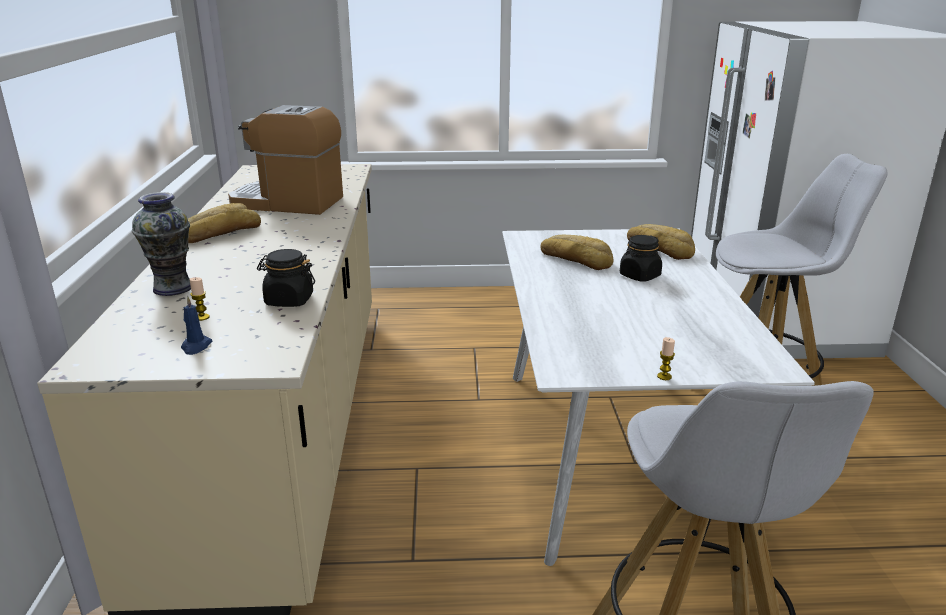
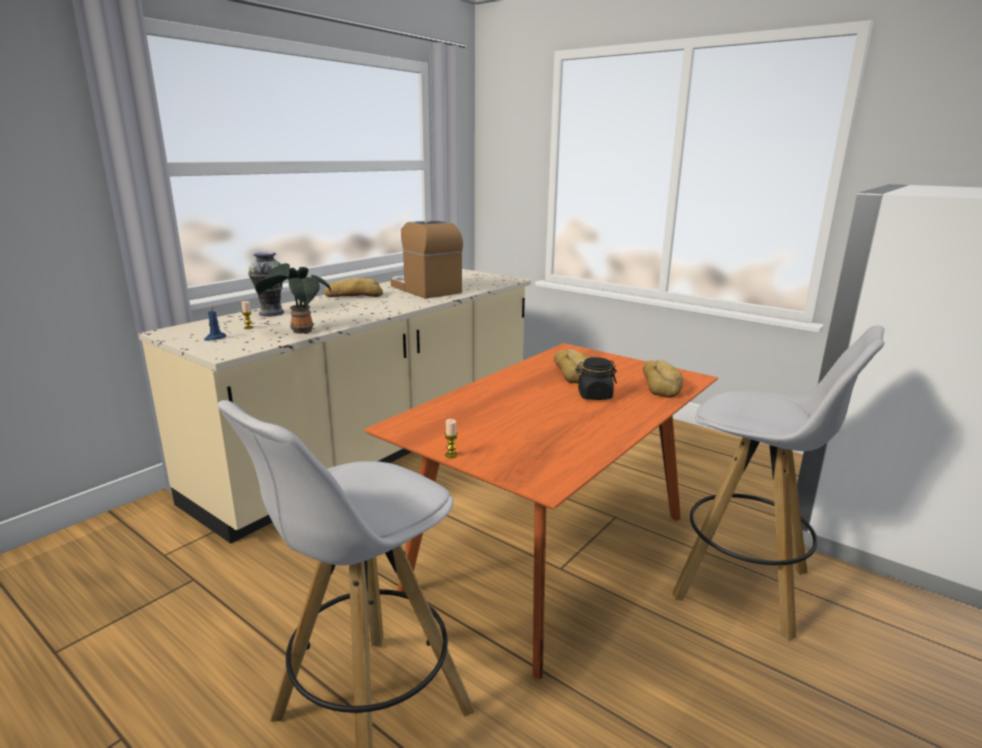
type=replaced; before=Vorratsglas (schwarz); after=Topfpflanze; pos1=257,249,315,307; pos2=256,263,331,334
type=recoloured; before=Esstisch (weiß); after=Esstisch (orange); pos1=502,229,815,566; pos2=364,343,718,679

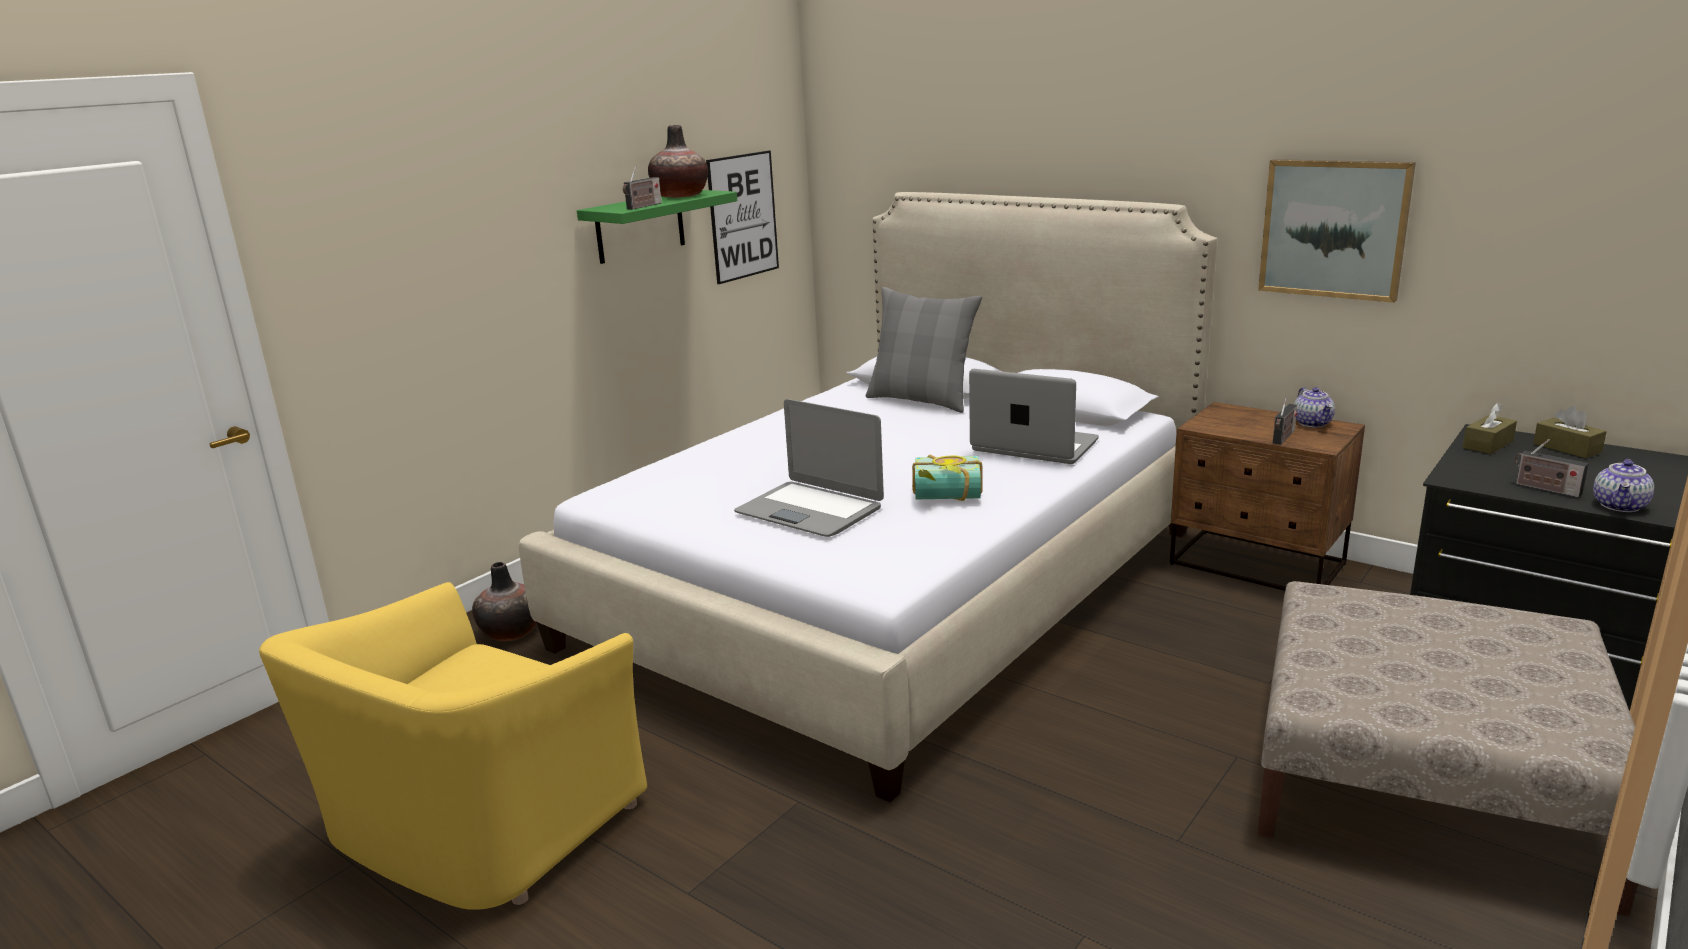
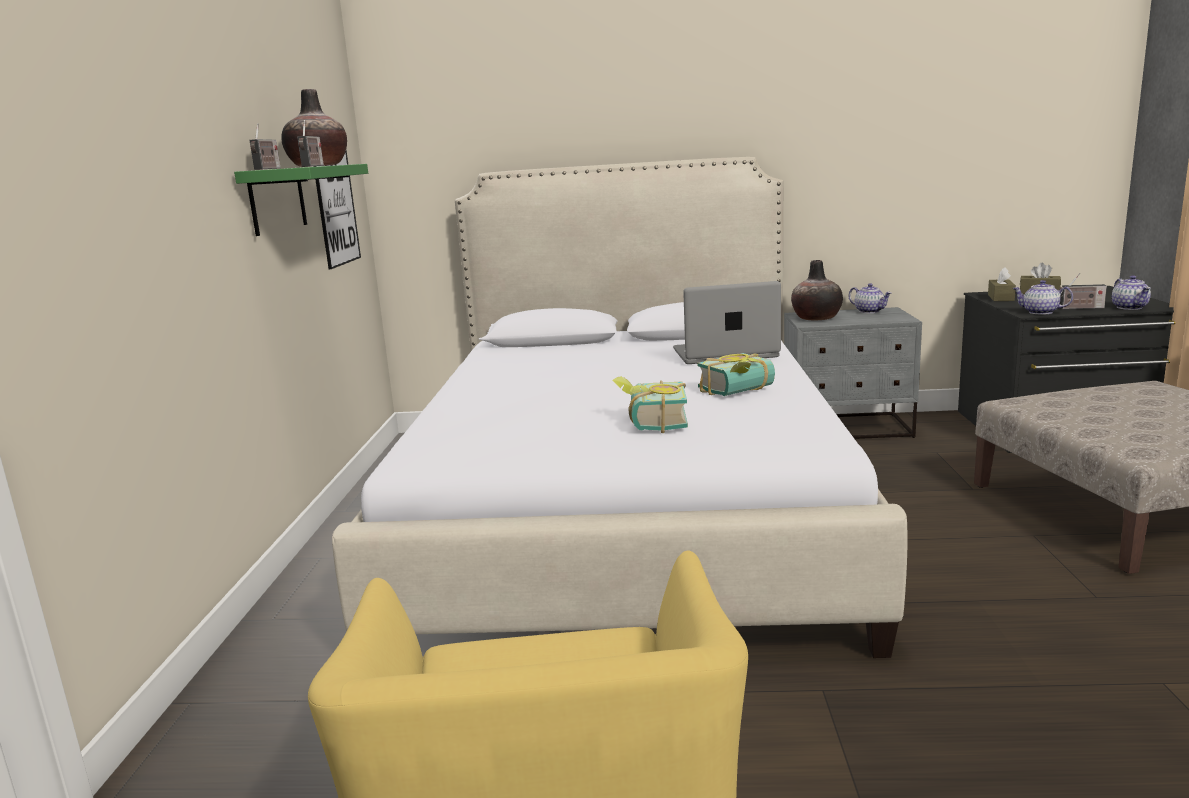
type=moved; before=Vase; pos1=472,562,536,641; pos2=791,260,843,320
type=replaced; before=Laptop; after=Buch; pos1=734,399,884,537; pos2=612,376,688,433
type=removed; before=Kissen (grau); pos1=865,287,982,413
type=recoloured; before=Nachttisch (braun); after=Nachttisch (grau); pos1=1170,402,1365,591; pos2=784,307,922,439
type=removed; before=Bild; pos1=1258,159,1416,303
type=moved; before=Radio; pos1=1273,398,1297,445; pos2=249,123,281,170
type=added; after=Teekanne; pos2=1012,280,1073,315

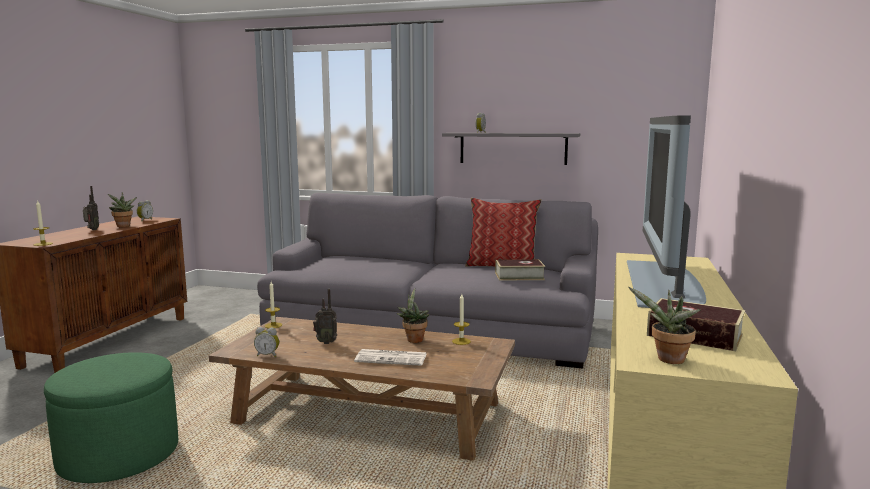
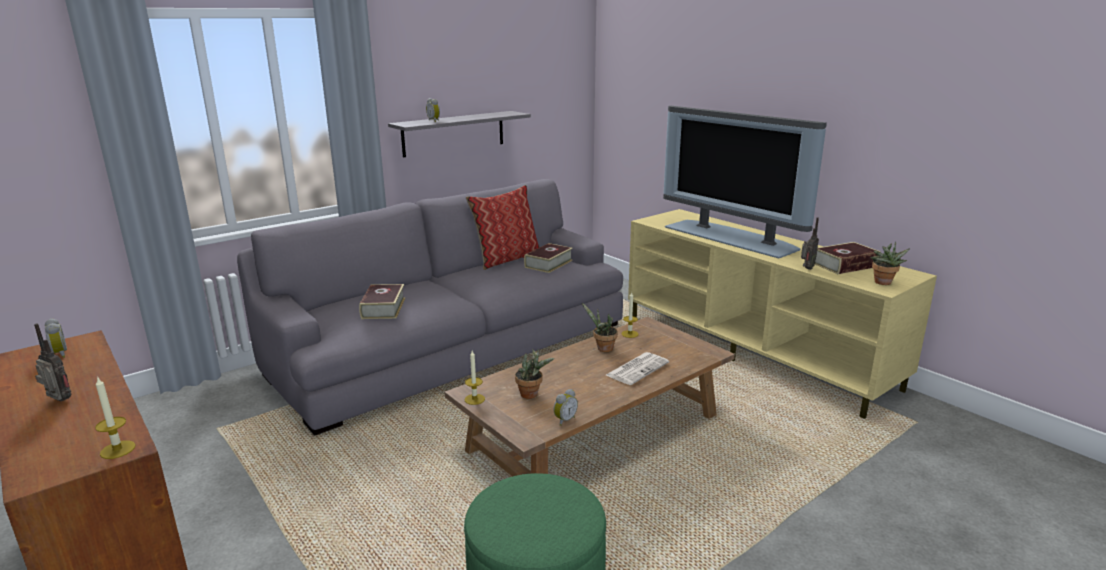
type=moved; before=Topfpflanze; pos1=108,192,137,227; pos2=515,349,554,399
type=moved; before=Radio; pos1=313,289,337,344; pos2=801,217,819,270
type=added; after=Buch; pos2=359,284,405,319

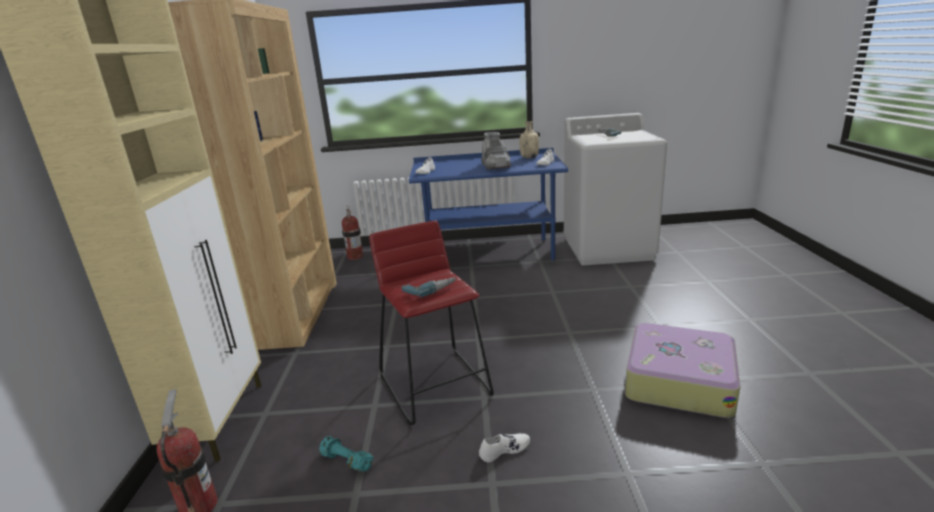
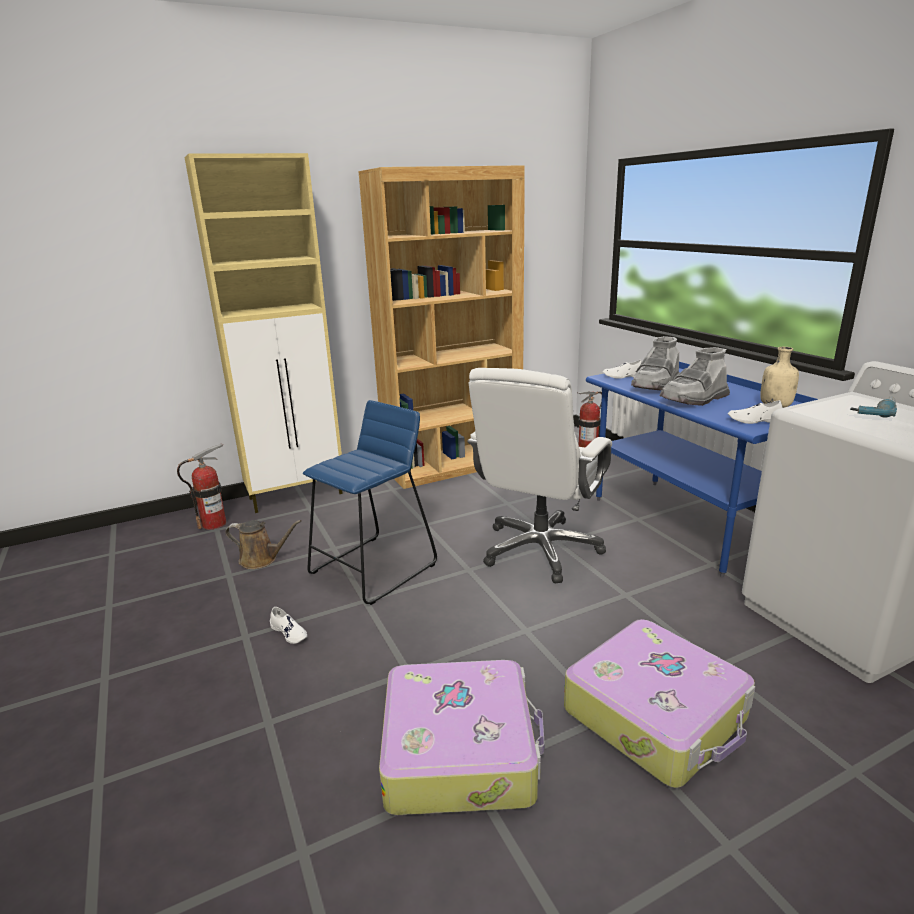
type=replaced; before=Hantel (türkis); after=Gießkanne (braun); pos1=319,436,373,471; pos2=225,520,301,569
type=recoloured; before=Hocker (rot); after=Hocker (blau); pos1=369,221,494,425; pos2=303,400,437,605
type=removed; before=Bohrmaschine; pos1=402,277,456,297
type=added; after=Bürostuhl (weiß); pos2=467,368,612,583
type=added; after=Koffer; pos2=564,619,755,788
type=added; after=Stiefel (grau); pos2=631,336,680,390

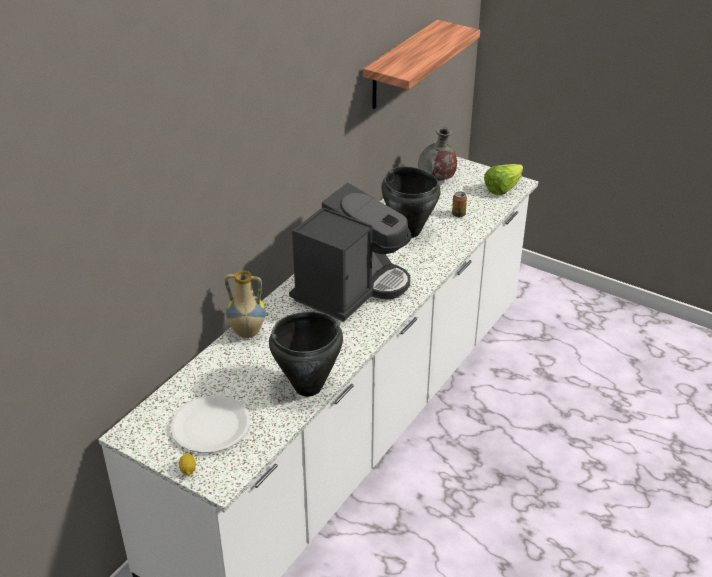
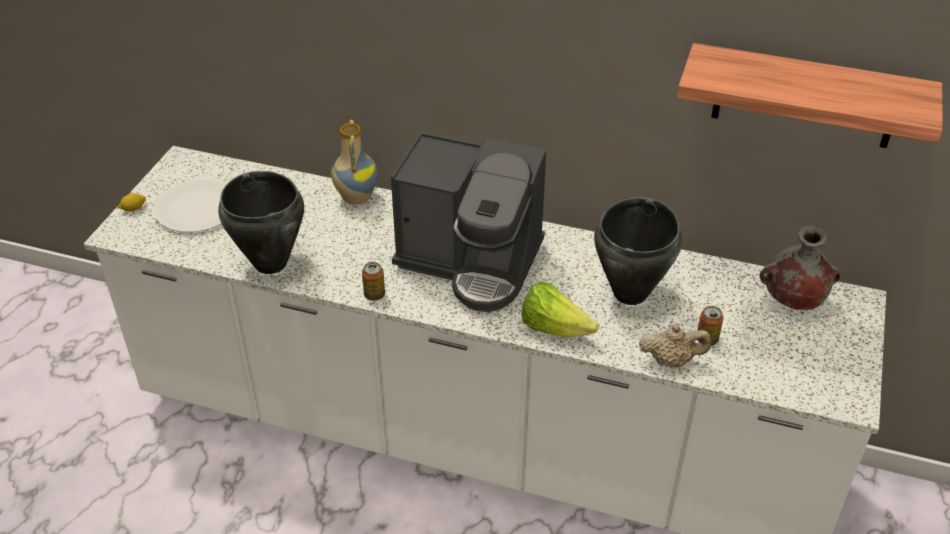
type=moved; before=Salatkopf; pos1=484,164,523,195; pos2=522,281,599,337
type=added; after=Dose; pos2=362,262,385,301
type=added; after=Teekanne (beige); pos2=639,324,712,368

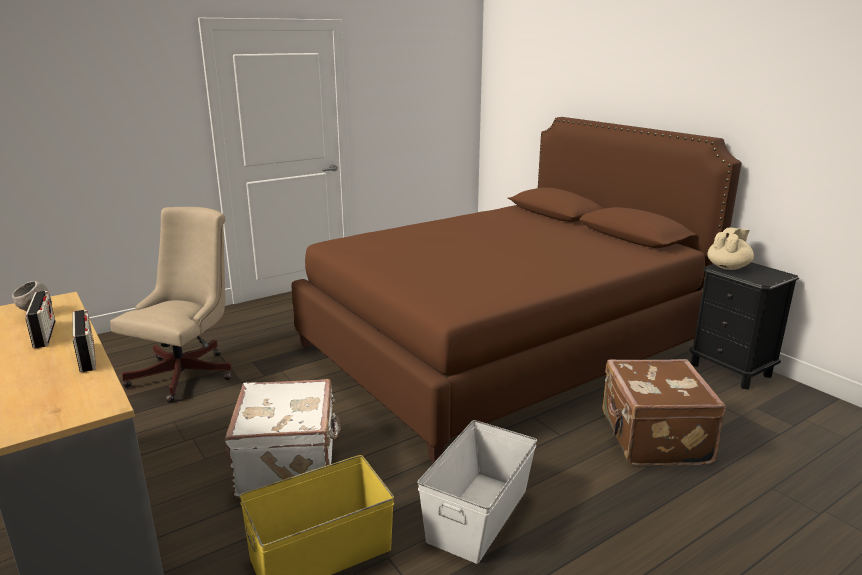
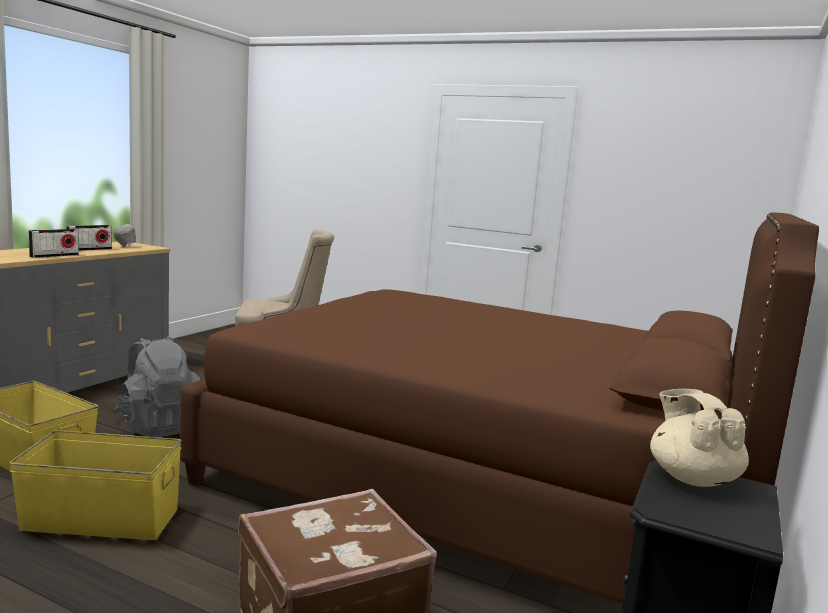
type=replaced; before=Koffer (weiß); after=Rucksack (grau); pos1=224,379,341,498; pos2=112,336,200,437
type=recoloured; before=Aufbewahrungsbox (weiß); after=Aufbewahrungsbox (gelb); pos1=417,420,537,564; pos2=10,430,182,540
type=turned; before=Teekanne (beige); pos1=707,228,754,270; pos2=650,389,749,487; turn=-120

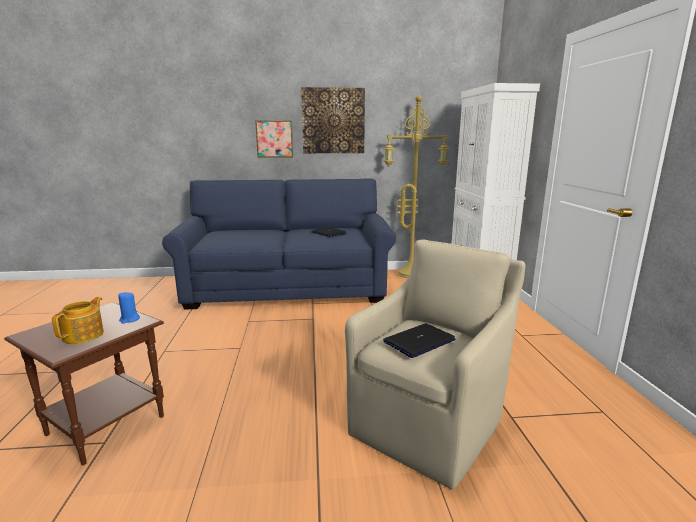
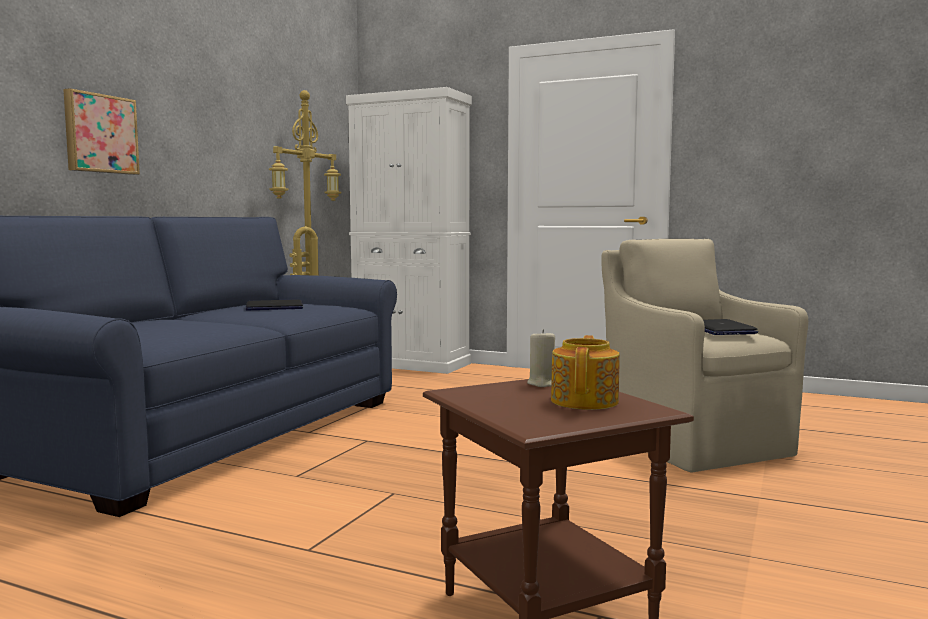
type=turned; before=Teekanne; pos1=52,297,104,344; pos2=551,335,620,410; turn=60
type=recoloured; before=Kerze (blau); after=Kerze (beige); pos1=118,292,140,324; pos2=527,329,555,387
type=removed; before=Bild; pos1=301,87,365,153

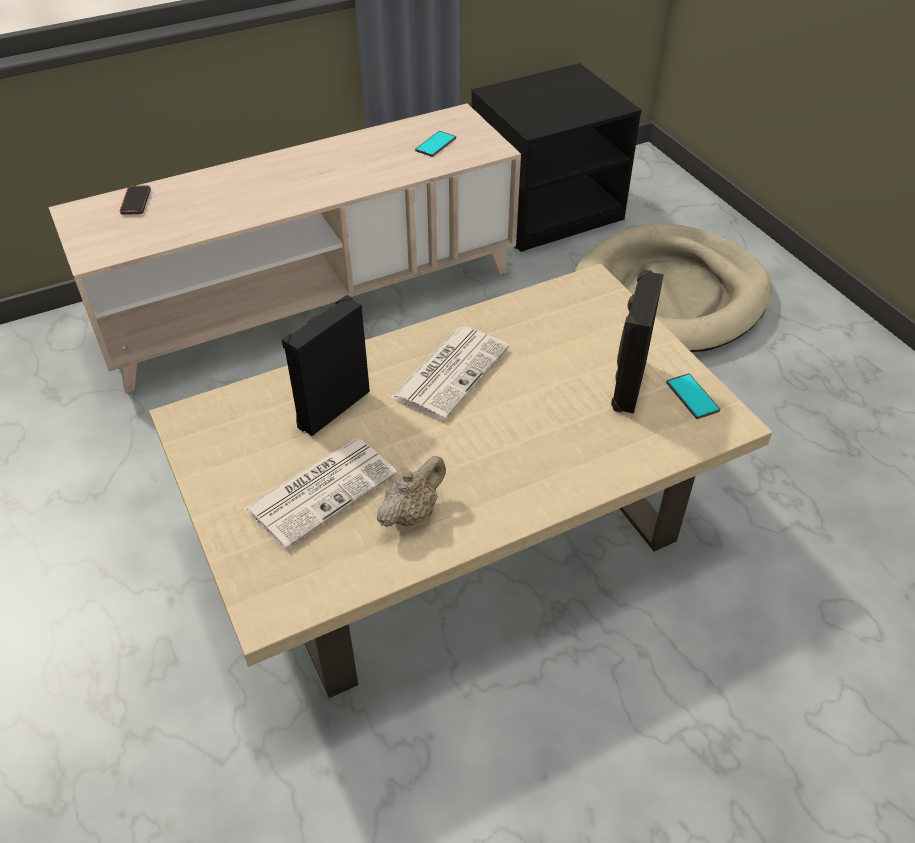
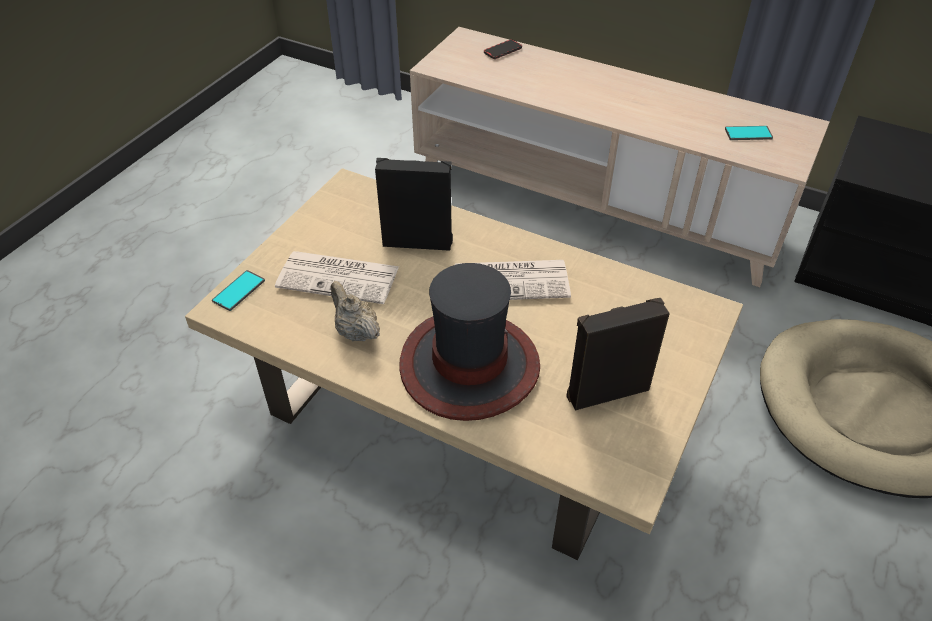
type=turned; before=Teekanne (beige); pos1=377,456,446,527; pos2=331,281,380,341; turn=-135
type=moved; before=Handy; pos1=666,373,720,419; pos2=212,270,265,311
type=added; after=Hut; pos2=399,263,540,421

